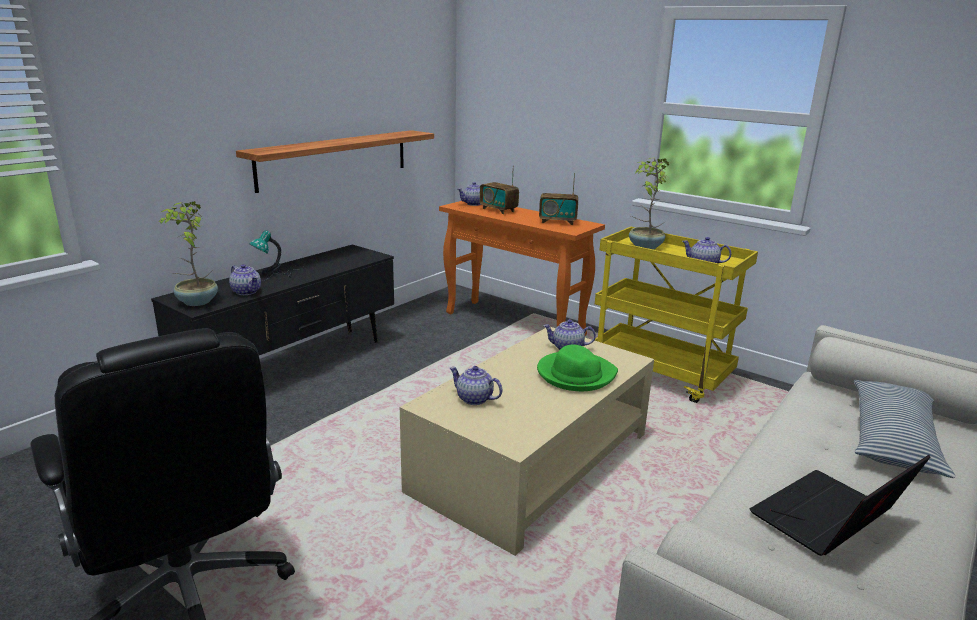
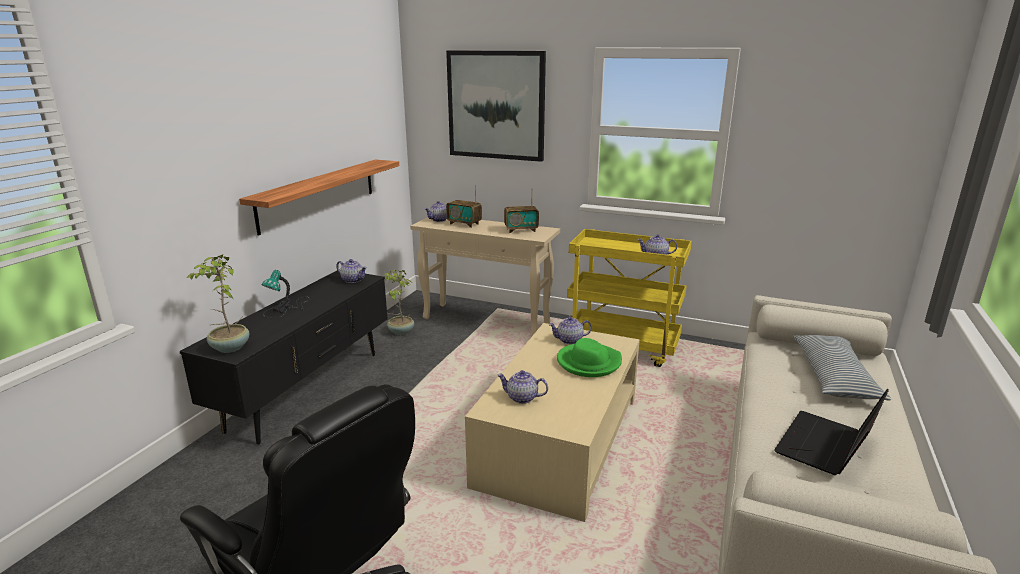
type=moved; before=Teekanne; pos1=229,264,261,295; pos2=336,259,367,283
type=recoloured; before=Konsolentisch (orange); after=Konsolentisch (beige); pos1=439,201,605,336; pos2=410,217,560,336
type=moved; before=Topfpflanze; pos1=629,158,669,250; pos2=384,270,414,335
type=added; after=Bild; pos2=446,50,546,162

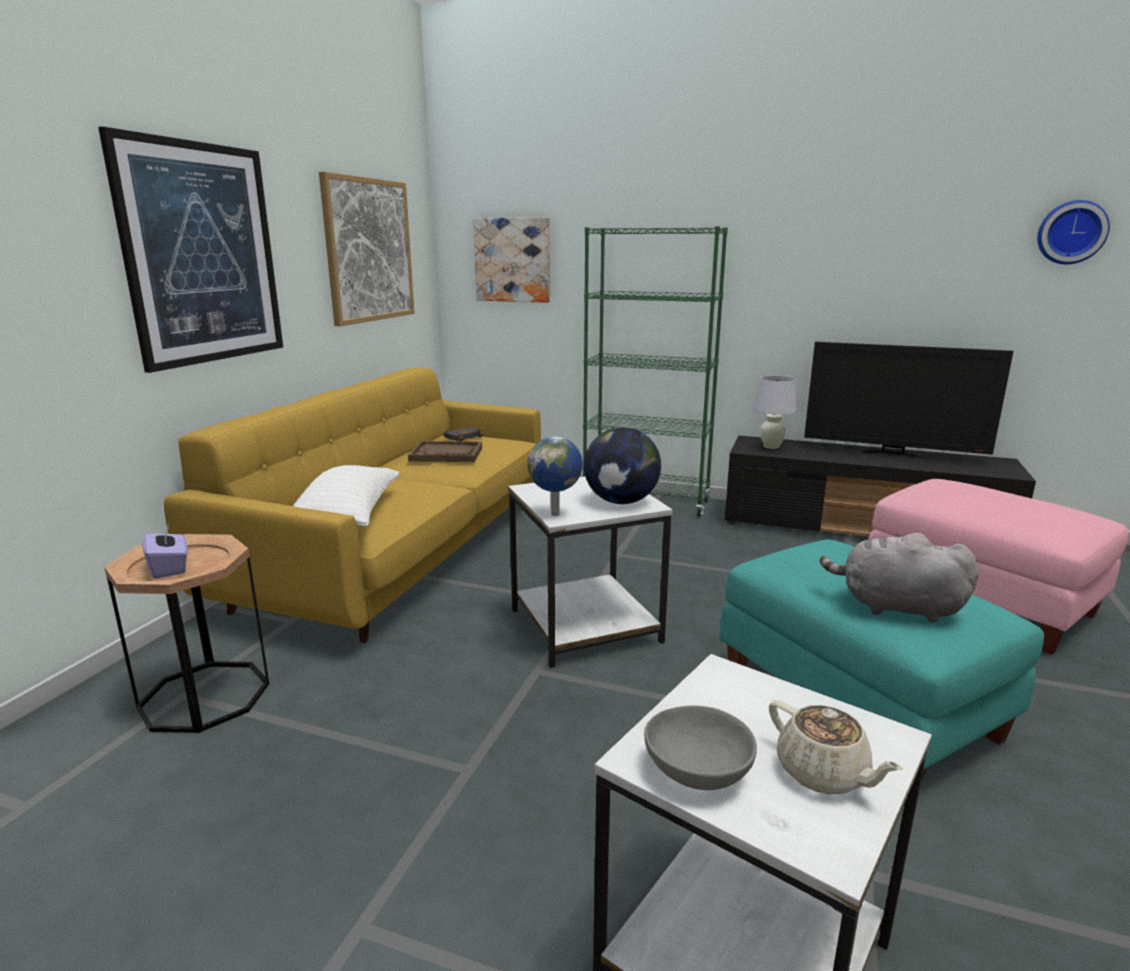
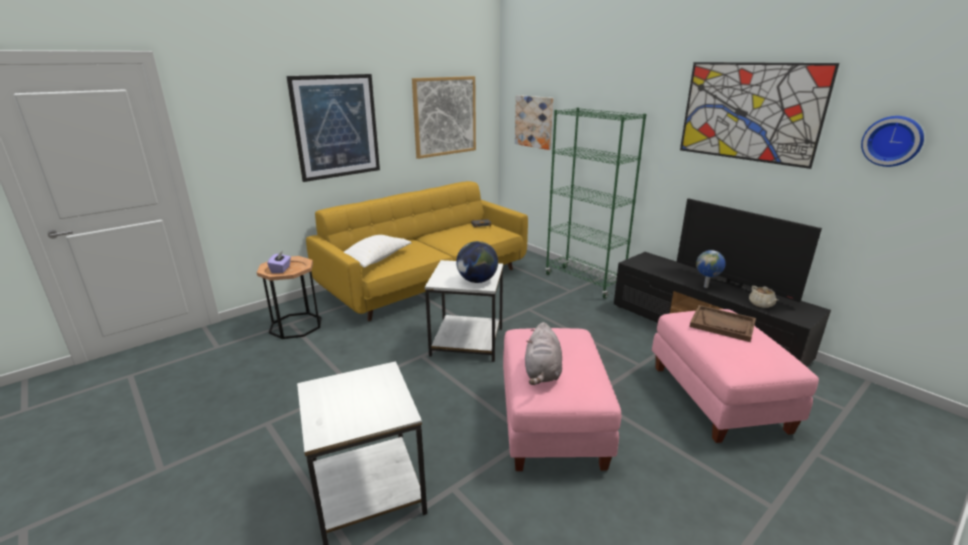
type=moved; before=Tablett (braun); pos1=408,441,482,462; pos2=690,305,756,342
type=moved; before=Globus; pos1=527,436,583,516; pos2=696,250,726,288
type=removed; before=Schüssel (grau); pos1=644,705,757,790
type=recoloured; before=Polsterhocker (türkis); after=Polsterhocker (rosa); pos1=720,539,1044,782; pos2=503,328,621,471
type=removed; before=Tischlampe (weiß); pos1=753,375,797,449
type=moved; before=Teekanne (beige); pos1=769,700,904,794; pos2=749,286,778,308
type=turned; before=Plüschtier (grau); pos1=820,533,978,623; pos2=525,322,562,385; turn=-135
type=added; after=Bild; pos2=680,62,839,169

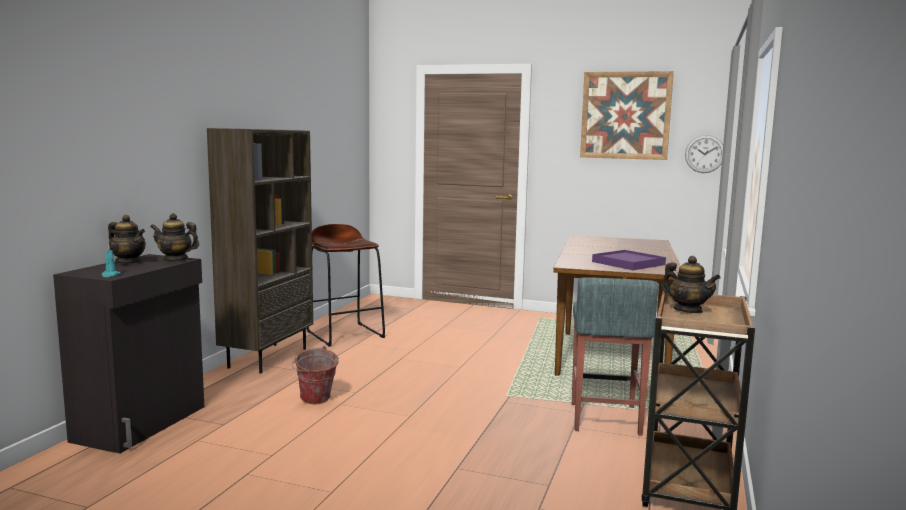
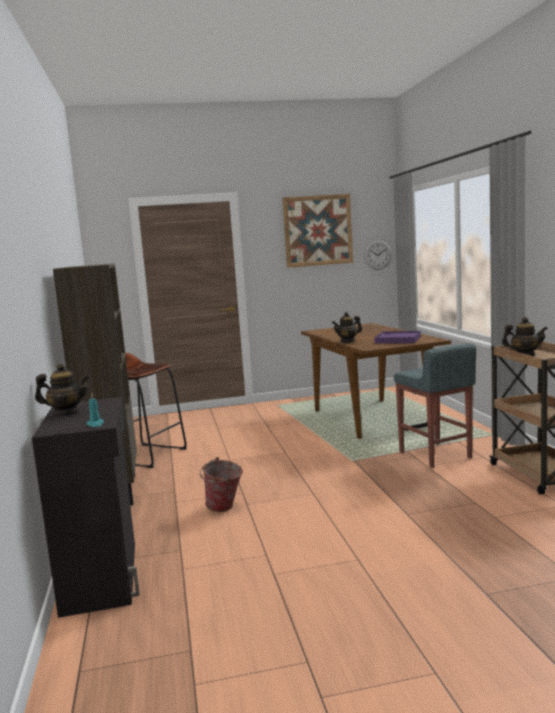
type=moved; before=Teekanne; pos1=150,213,199,262; pos2=332,312,362,343

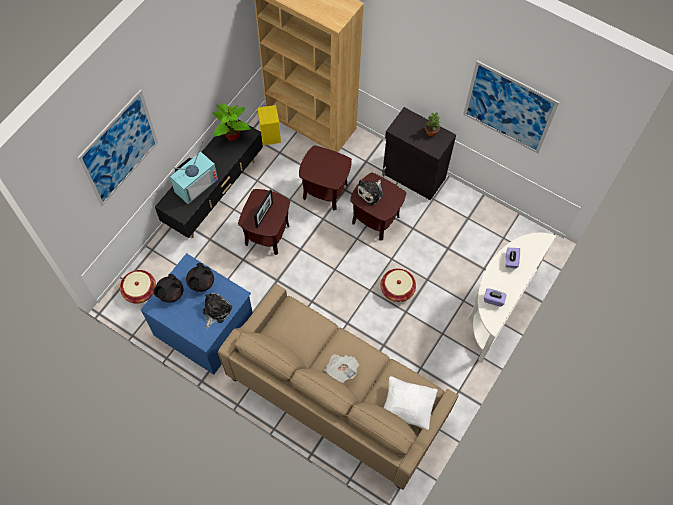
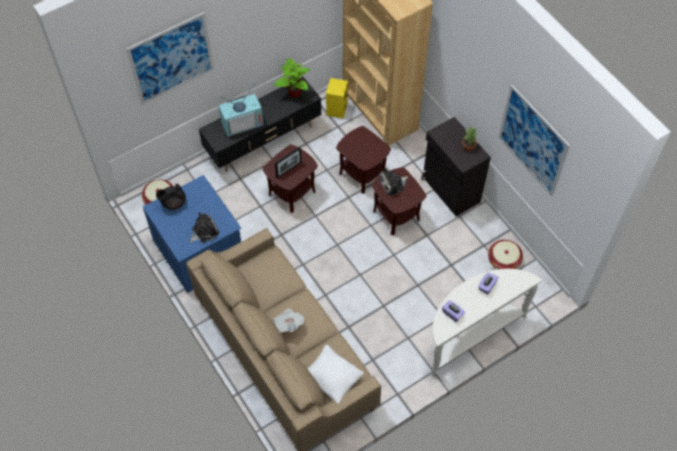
type=removed; before=Teekanne (schwarz); pos1=186,263,214,292
type=moved; before=Korb; pos1=381,269,416,302; pos2=488,240,523,269

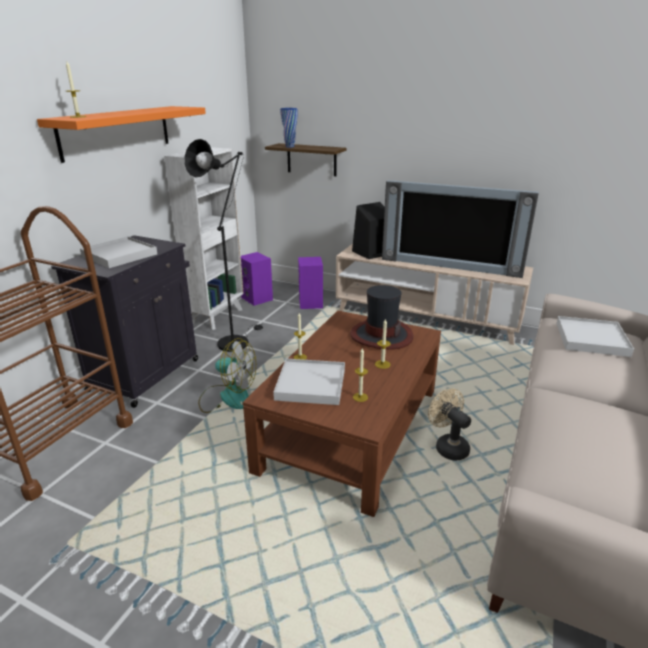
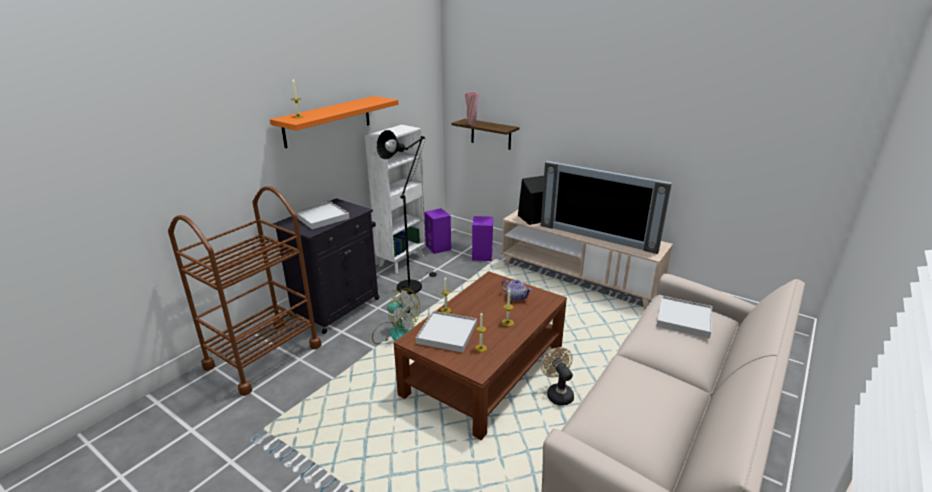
type=recoloured; before=Vase (blau); after=Vase (rosa); pos1=280,108,298,148; pos2=465,92,479,125
type=replaced; before=Hut; after=Teekanne; pos1=350,285,413,350; pos2=501,280,532,301

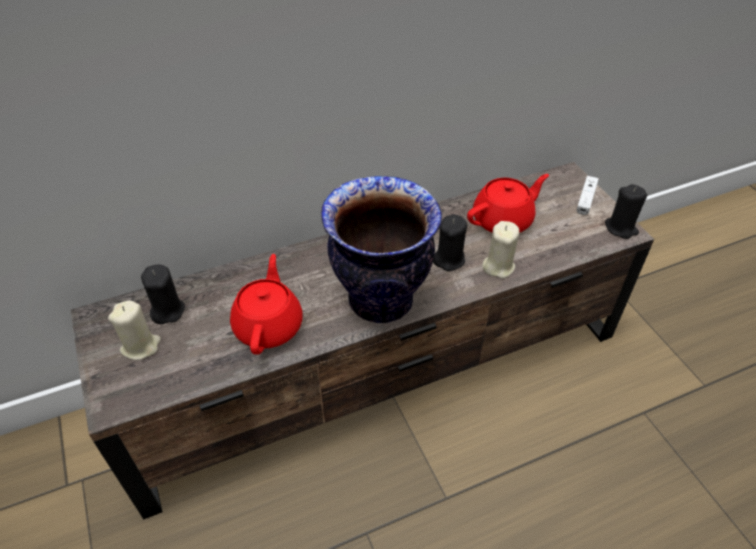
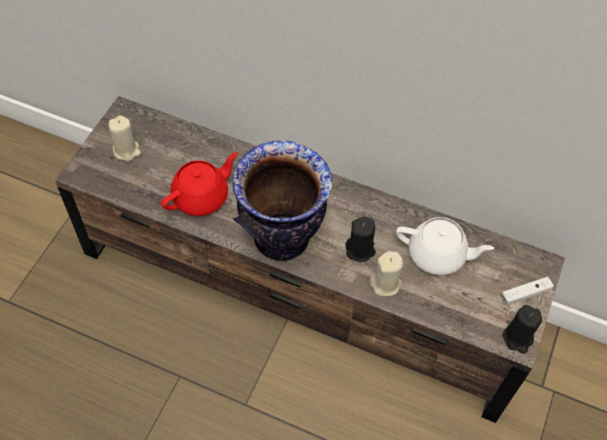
type=removed; before=Kerze (schwarz); pos1=141,264,185,324
type=recoloured; before=Teekanne (rot); after=Teekanne (weiß); pos1=467,174,549,233; pos2=396,217,494,275

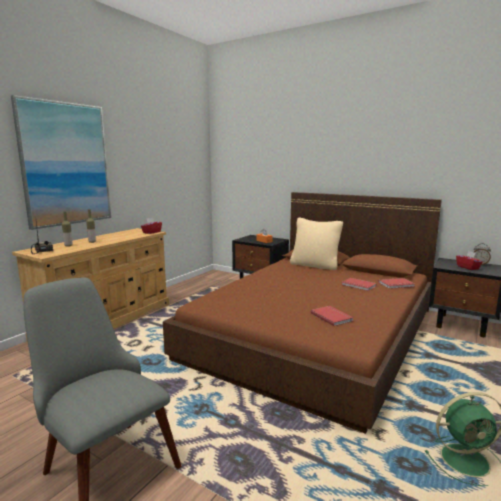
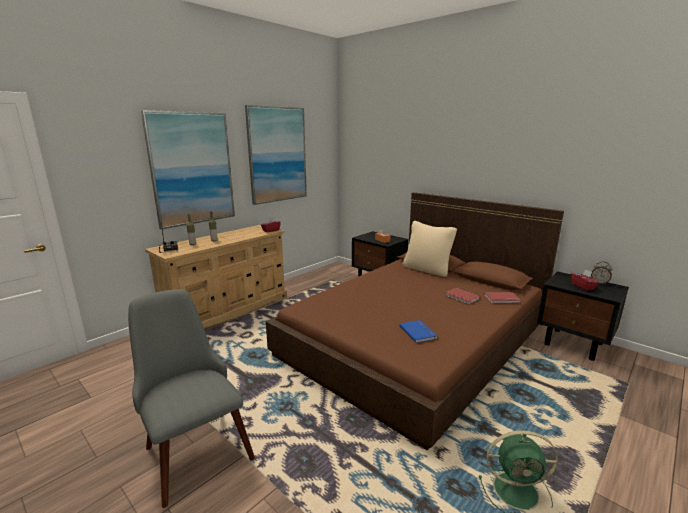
type=recoloured; before=Buch (rot); after=Buch (blau); pos1=311,306,354,326; pos2=399,320,438,343
type=added; after=Bild; pos2=245,105,307,205

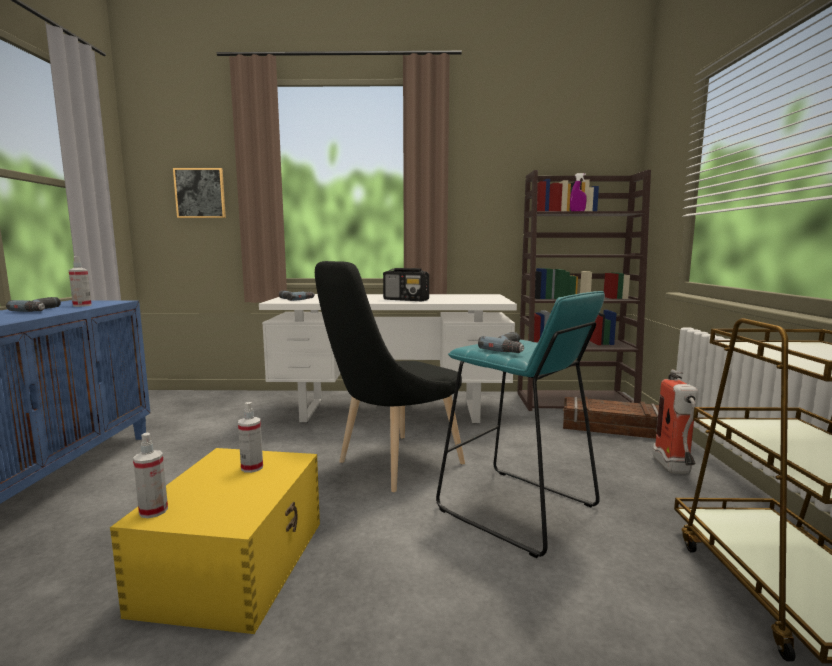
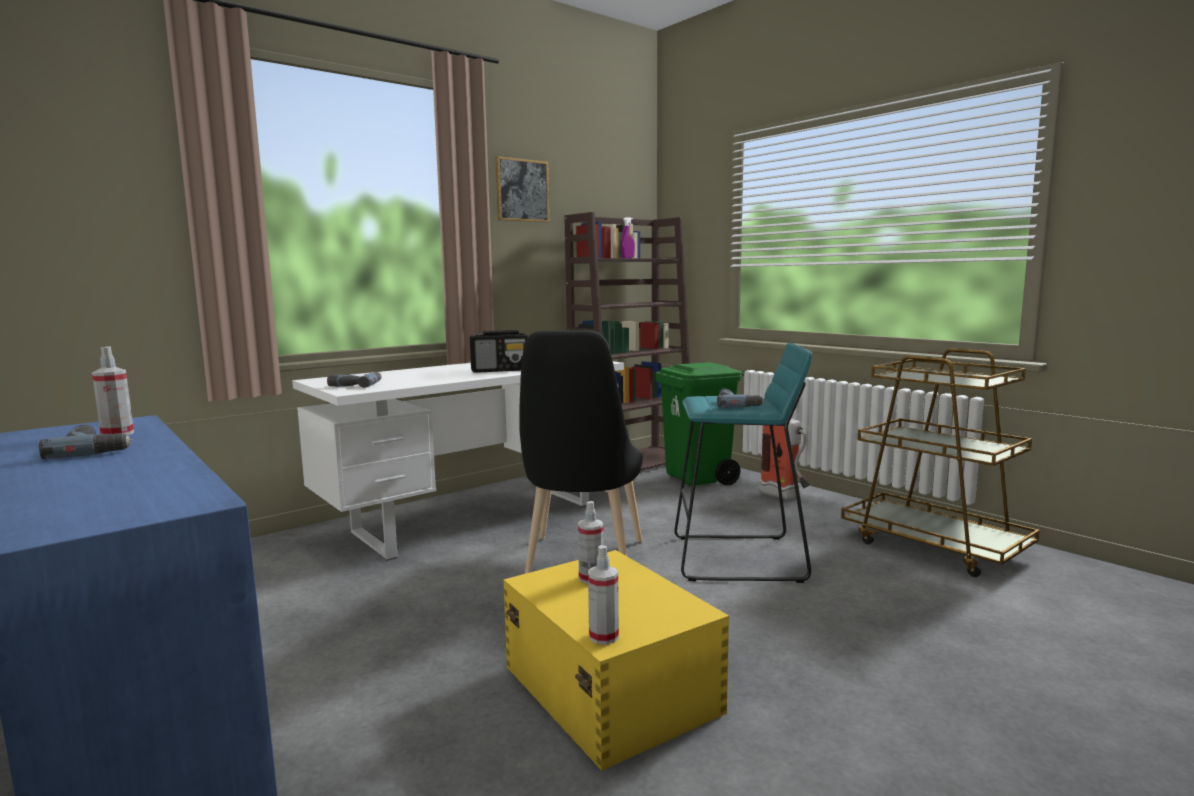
type=moved; before=Bild; pos1=173,168,226,218; pos2=495,156,550,222
type=replaced; before=Kiste; after=Mülleimer (grün); pos1=563,397,659,439; pos2=656,362,745,486

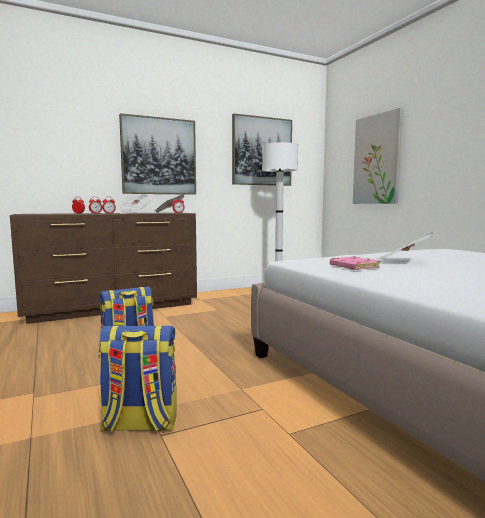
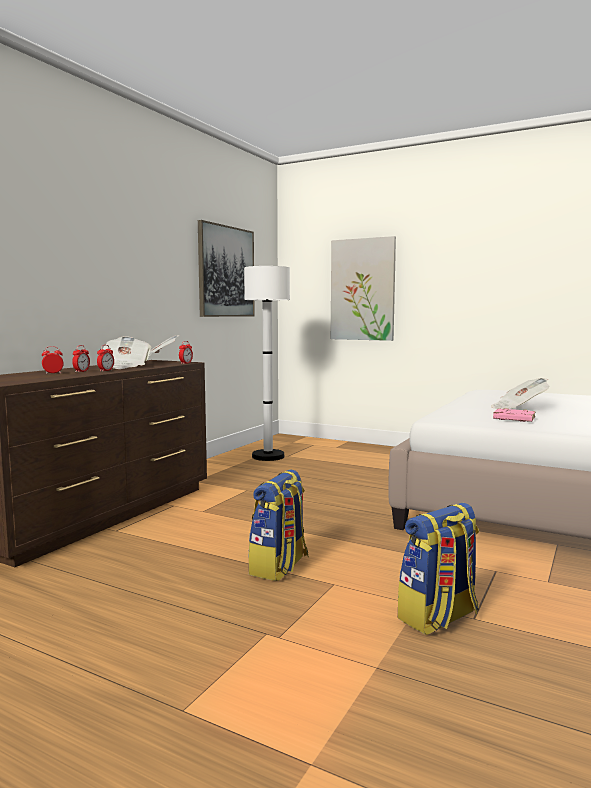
type=removed; before=Bild; pos1=119,113,196,195

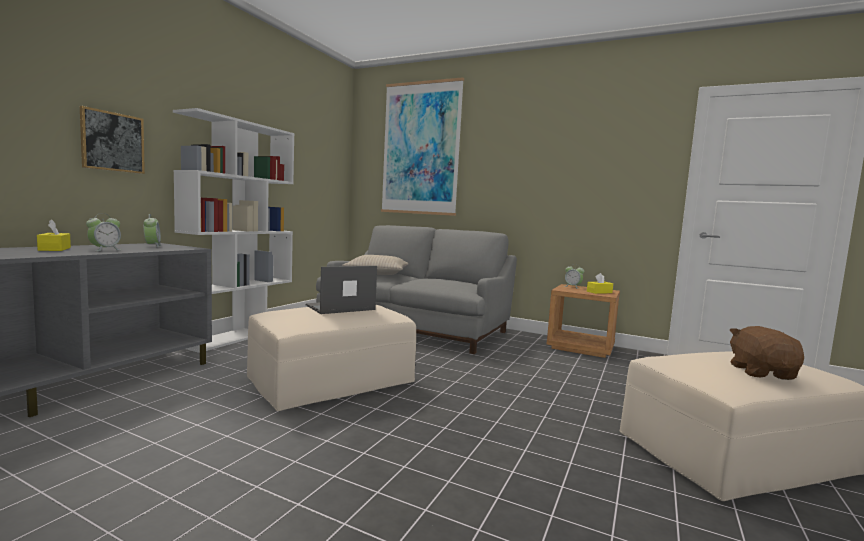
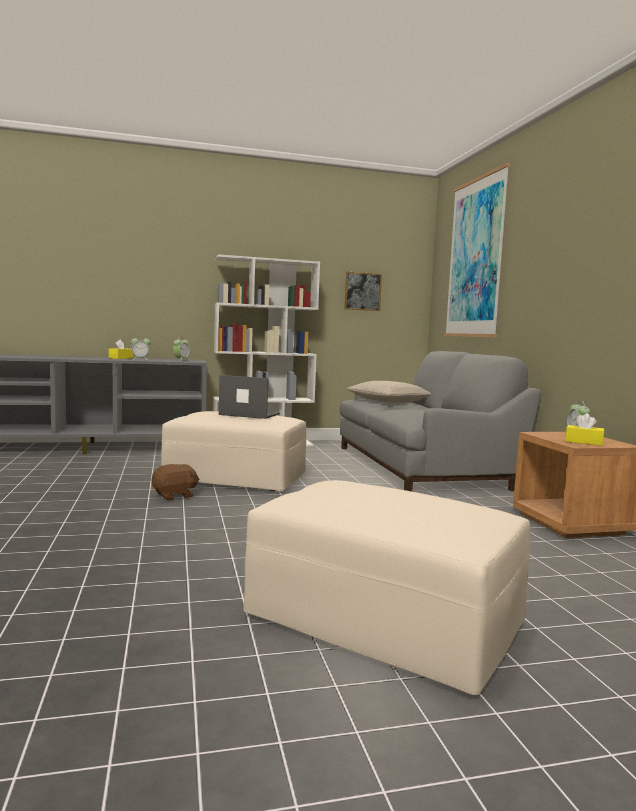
type=moved; before=Bild; pos1=80,106,145,174; pos2=345,272,382,311
type=moved; before=Plüschtier (braun); pos1=729,326,804,380; pos2=152,464,199,500

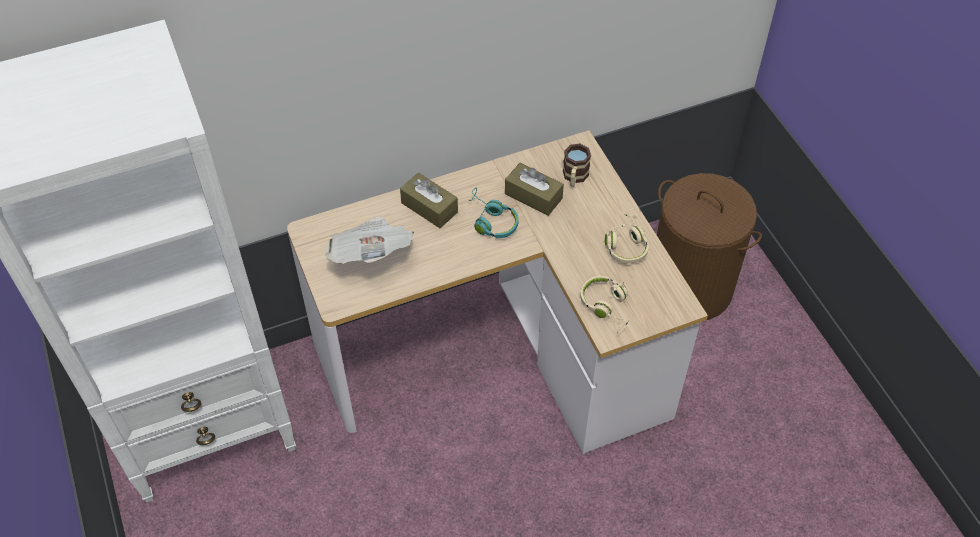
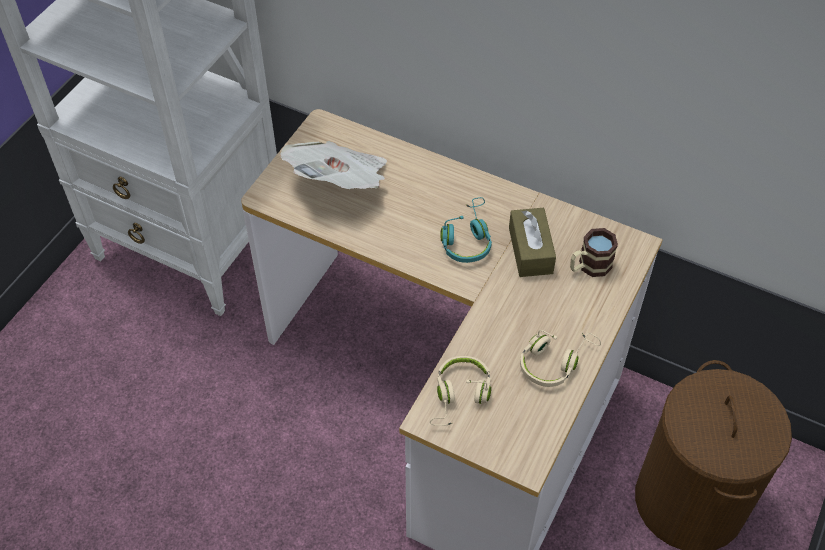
type=removed; before=Taschentuchbox (braun); pos1=400,173,458,228

